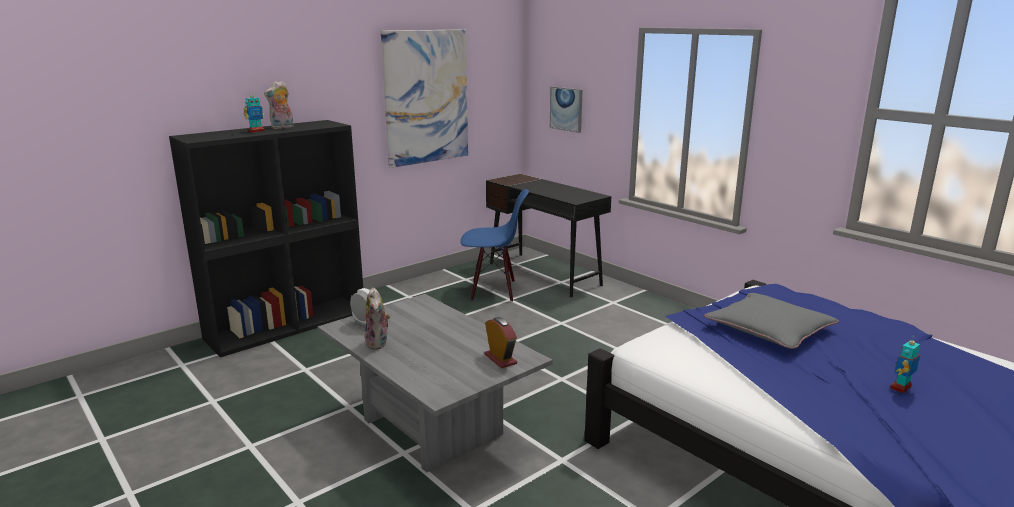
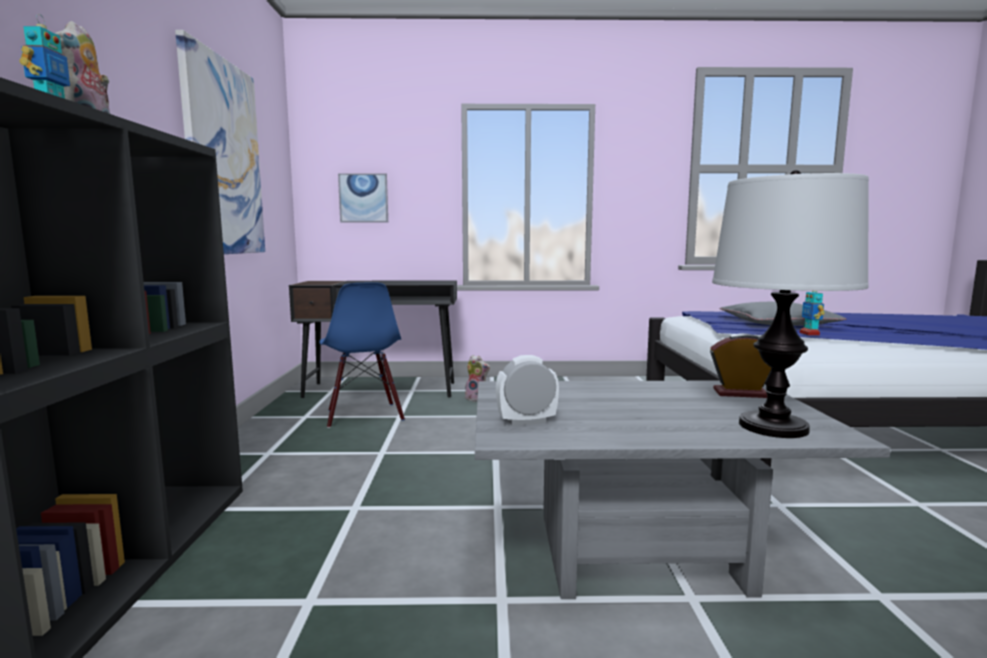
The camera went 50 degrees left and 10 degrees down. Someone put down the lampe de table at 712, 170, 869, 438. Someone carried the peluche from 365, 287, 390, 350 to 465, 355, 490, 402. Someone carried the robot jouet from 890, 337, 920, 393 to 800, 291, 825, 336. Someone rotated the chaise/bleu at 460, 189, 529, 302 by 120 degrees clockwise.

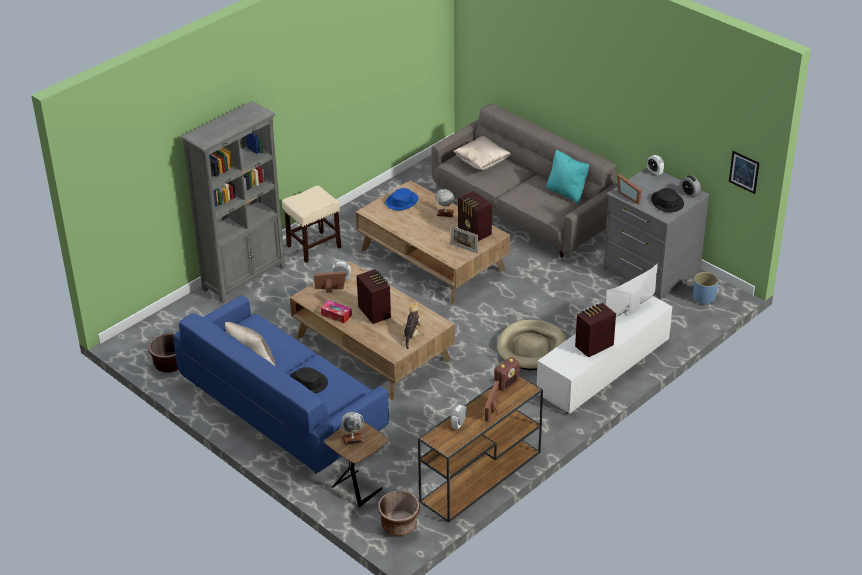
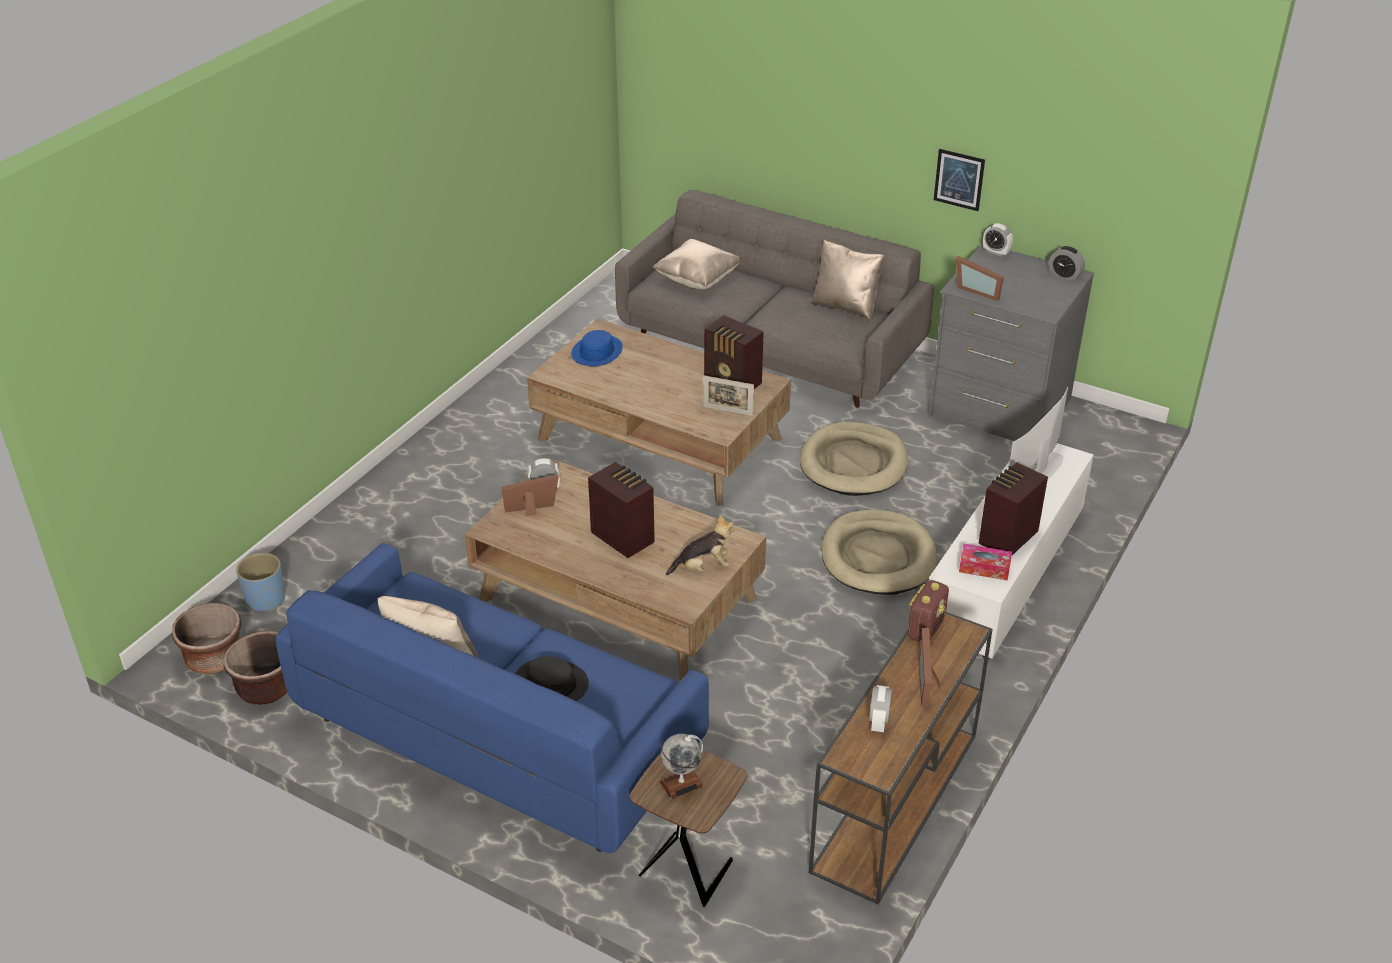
The camera went 15 degrees left and 0 degrees up. Someone took away the bibliothèque/gris at 180, 101, 286, 303. Someone took away the tabouret/beige at 282, 185, 341, 263. Someone took away the globe at 435, 189, 454, 217. Someone took away the chapeau/noir at 651, 188, 684, 212. Someone put down the panier pour chien/beige at 800, 422, 908, 496. Someone carried the boîte à mouchoirs from 321, 300, 352, 323 to 959, 544, 1012, 581. Someone carried the cache-pot/marron from 378, 491, 420, 536 to 172, 603, 242, 674. Someone carried the cache-pot/bleu from 693, 272, 719, 305 to 236, 553, 285, 611. Someone carried the tableau from 729, 151, 760, 194 to 934, 149, 985, 211. Someone repainted the coussin/turquoise at 546, 149, 589, 204, which became the coussin/beige at 811, 240, 885, 321. Someone rotated the peluche at 403, 301, 423, 349 by 75 degrees clockwise.

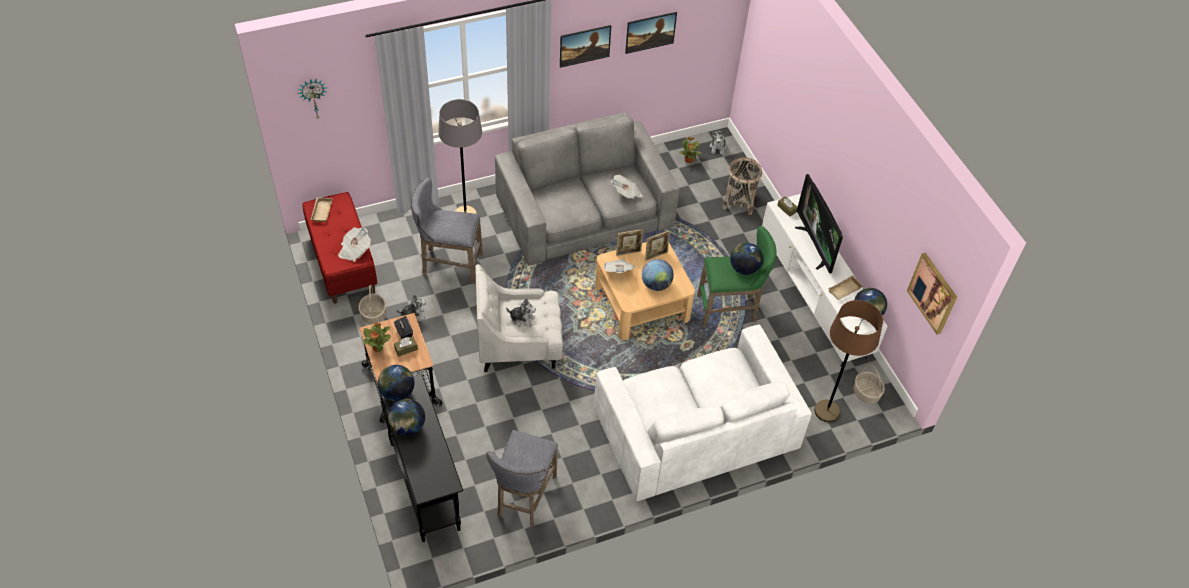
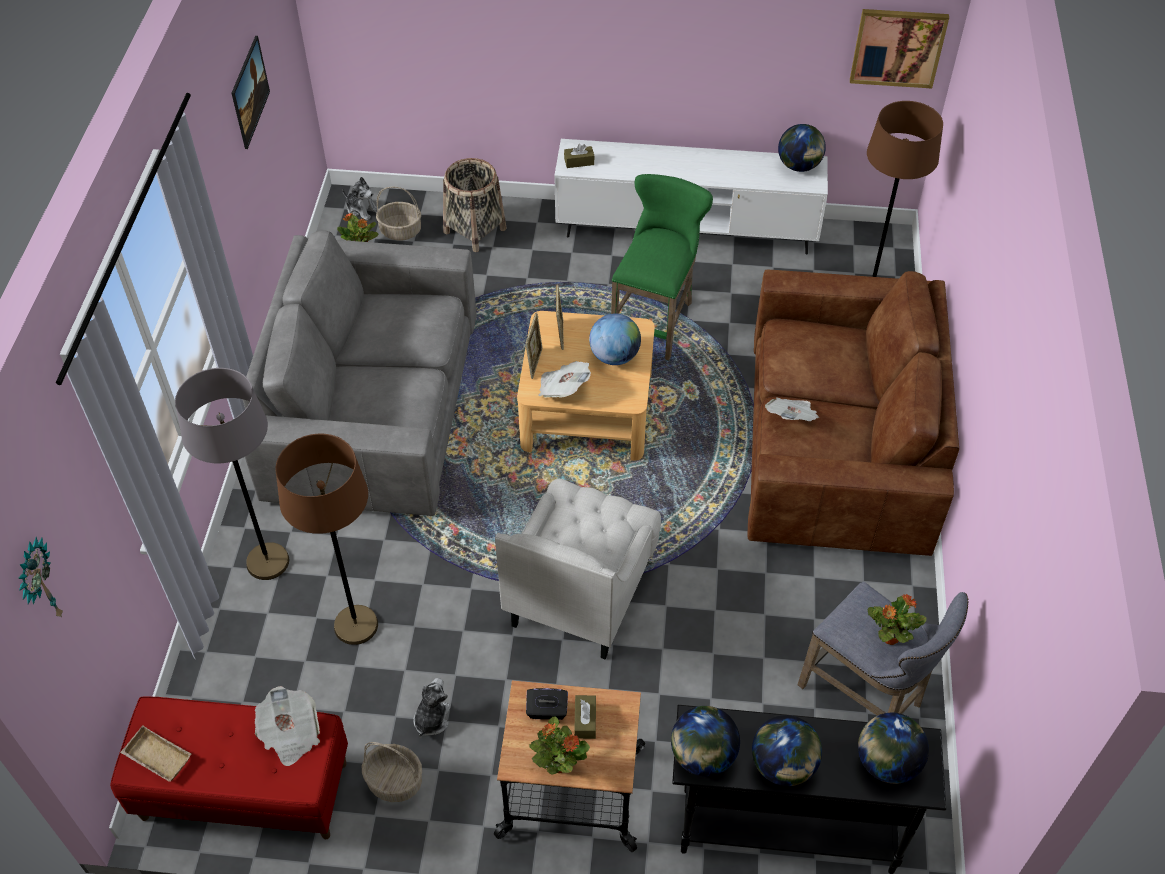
The camera went 60 degrees left and 0 degrees up. Someone took away the peluche at 506, 299, 536, 327. Someone took away the tableau at 560, 25, 611, 68. Someone took away the téléviseur at 795, 174, 843, 273. Someone took away the plateau/beige at 828, 275, 864, 300. Someone put down the plante en pot at 868, 594, 927, 645. Someone carried the journal from 611, 175, 642, 199 to 765, 397, 819, 421. Someone carried the globe from 730, 242, 763, 275 to 858, 713, 929, 784. Someone carried the panier from 854, 364, 885, 404 to 376, 186, 421, 241. Someone swapped the tabouret/gris at 411, 178, 483, 284 for the lampadaire/marron at 276, 434, 378, 645. Someone repainted the canapé/blanc at 594, 325, 812, 501, which became the canapé/marron at 748, 270, 959, 556.

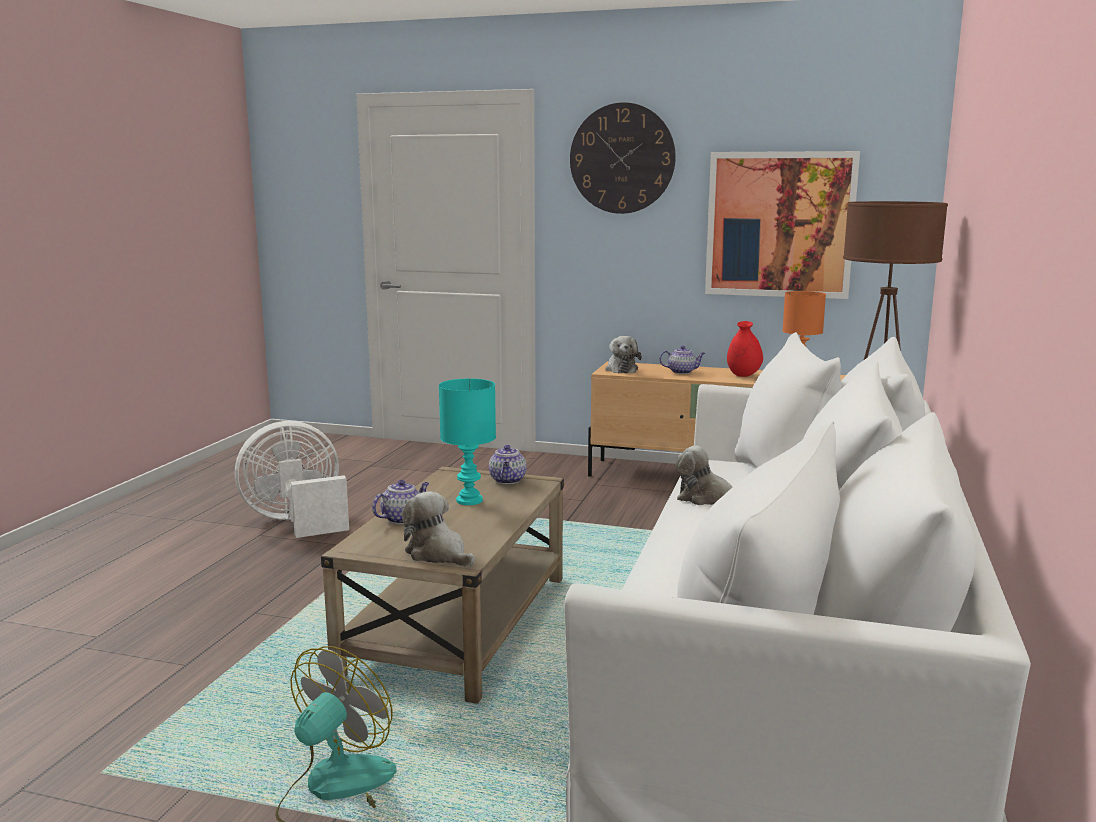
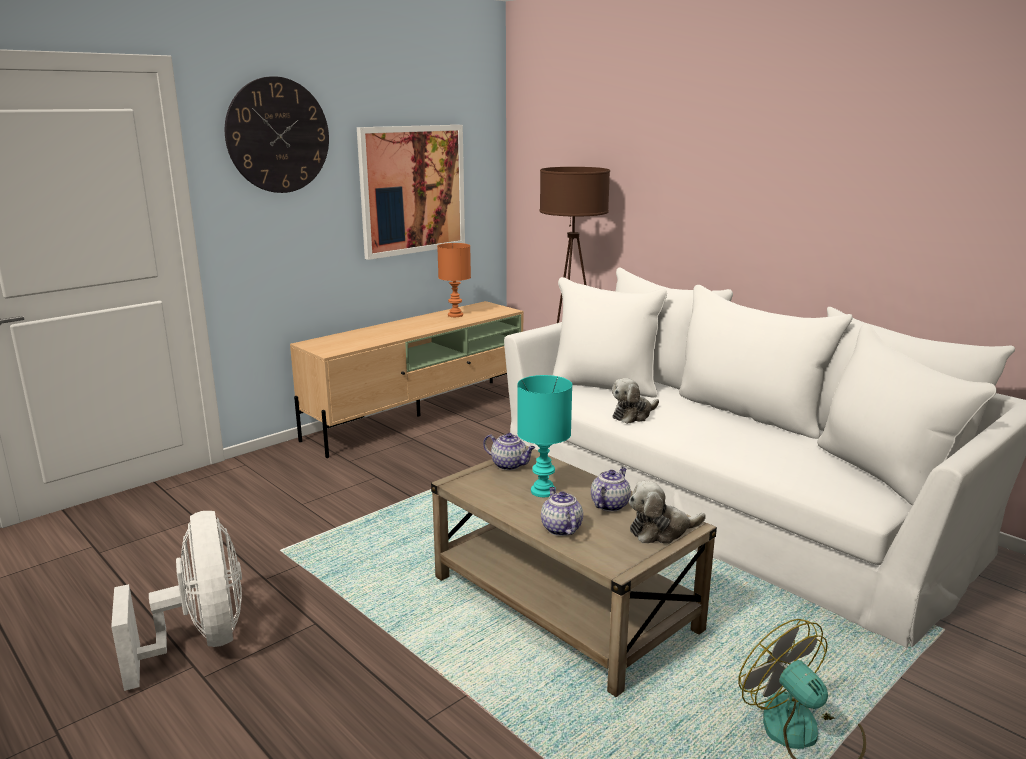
The camera went 60 degrees left and 5 degrees up. Someone took away the peluche at 605, 336, 642, 373. Someone took away the vase/rouge at 727, 321, 763, 377. Someone carried the théière from 659, 346, 705, 374 to 591, 467, 631, 512. Someone rotated the ventilateur/blanc at 235, 421, 349, 538 by 150 degrees clockwise.

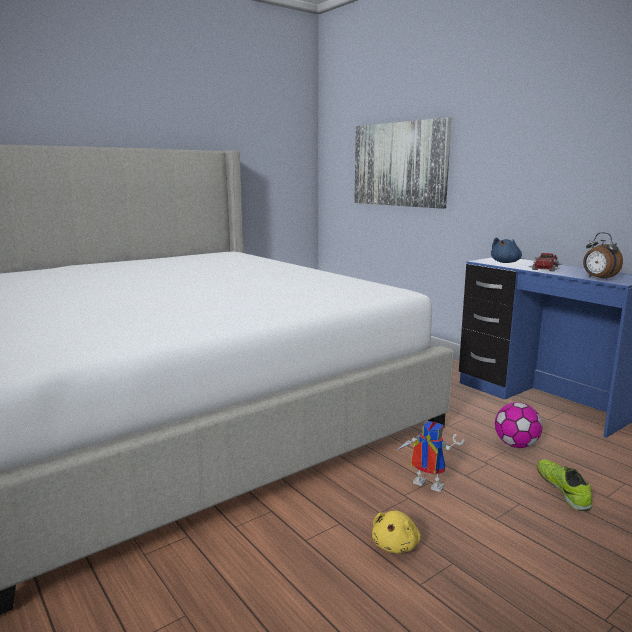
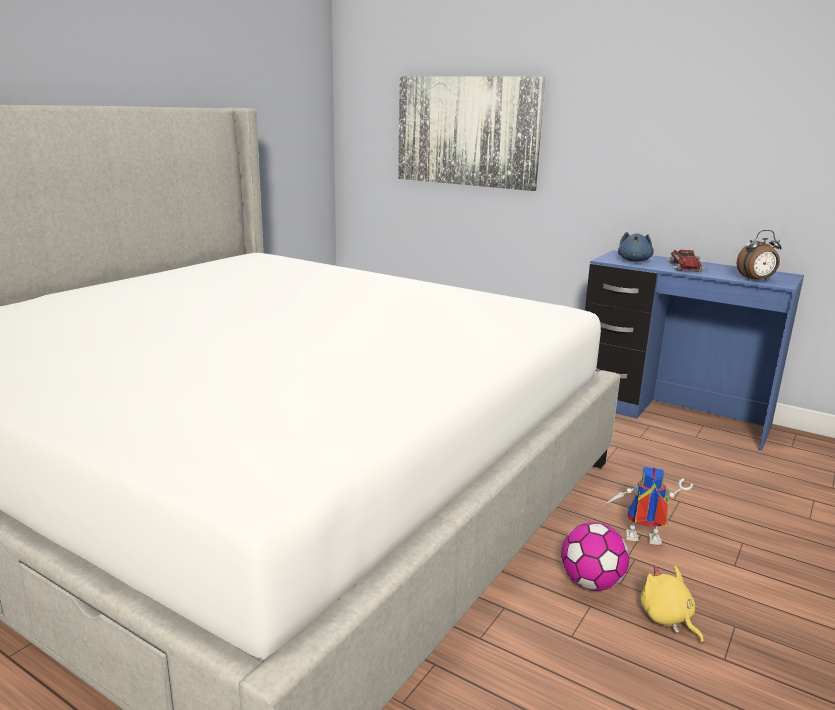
The camera went 20 degrees left and 5 degrees up. Someone took away the chaussure at 537, 459, 592, 511. Someone carried the ballon de foot from 495, 402, 543, 448 to 561, 522, 629, 591. Someone rotated the peluche/jaune at 372, 511, 421, 553 by 150 degrees clockwise. Someone rotated the réveil at 583, 232, 623, 280 by 45 degrees counterclockwise.

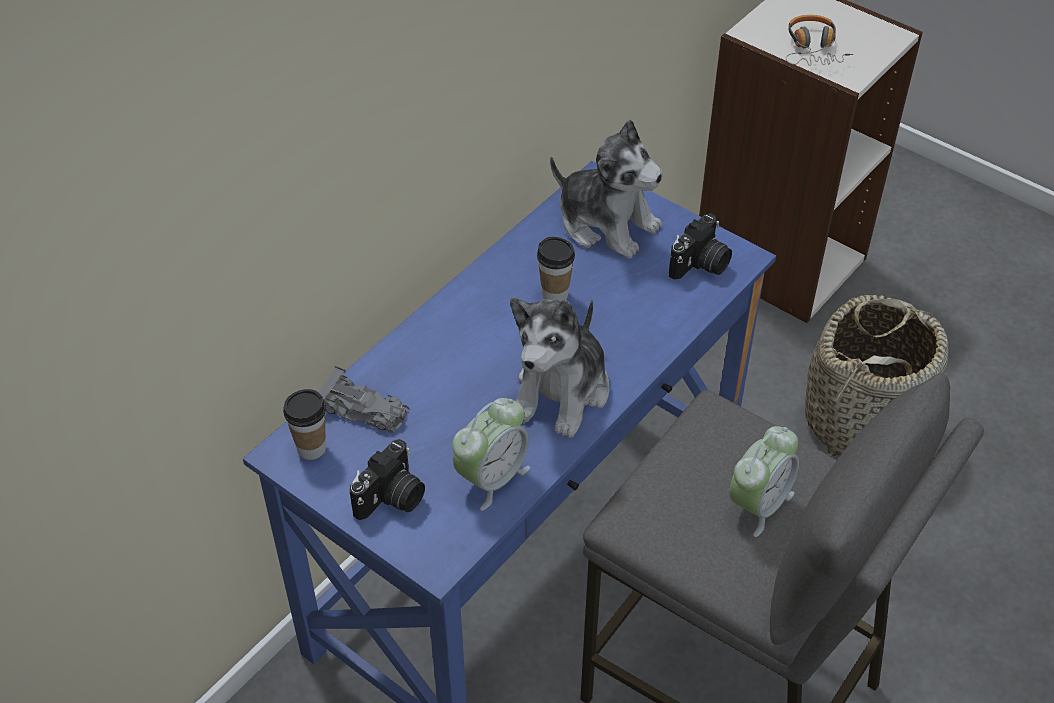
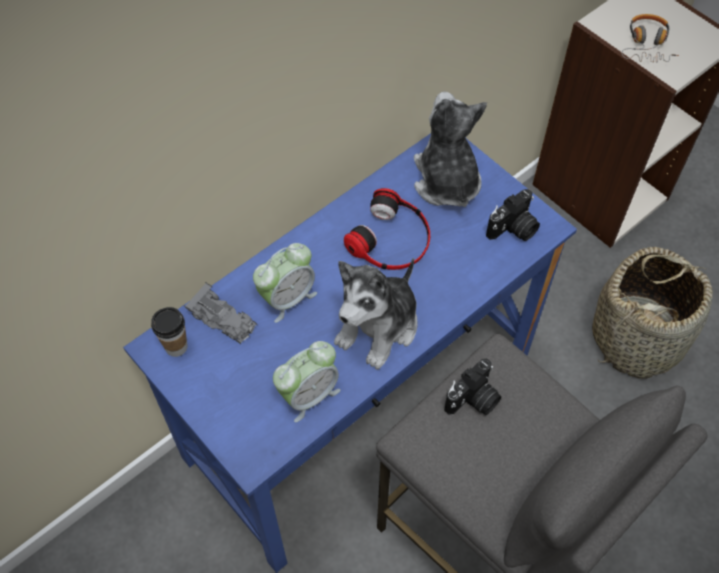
The camera went 10 degrees right and 10 degrees up. Someone carried the appareil photo from 350, 439, 425, 520 to 444, 358, 501, 415. Someone carried the réveil from 729, 426, 799, 537 to 253, 243, 317, 323. Someone swapped the tasse at 537, 237, 575, 302 for the casque audio at 344, 188, 430, 270. Someone rotated the peluche at 550, 119, 663, 259 by 150 degrees counterclockwise.

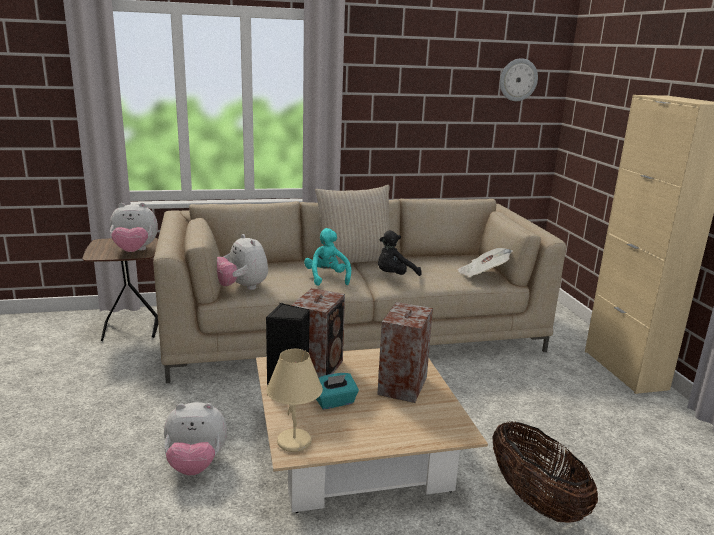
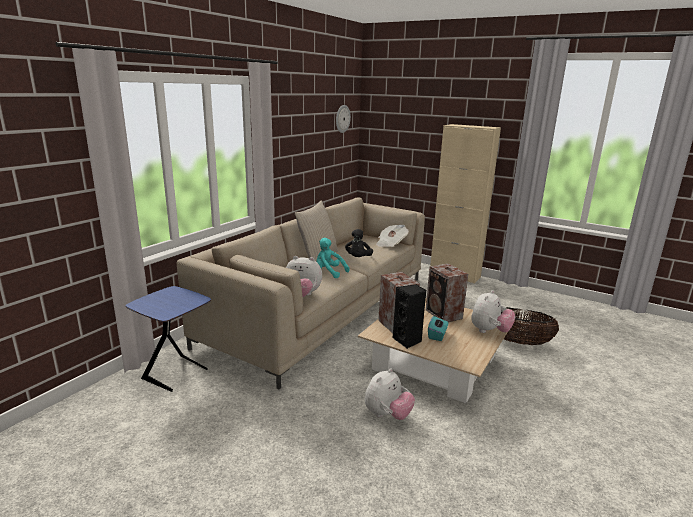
The camera went 45 degrees left and 0 degrees up. Someone took away the lampe de table/beige at 266, 349, 323, 452. Someone carried the peluche from 110, 203, 158, 252 to 471, 290, 516, 333. Someone repainted the table d'appoint/marron at 82, 238, 158, 341, which became the table d'appoint/bleu at 126, 286, 211, 392.

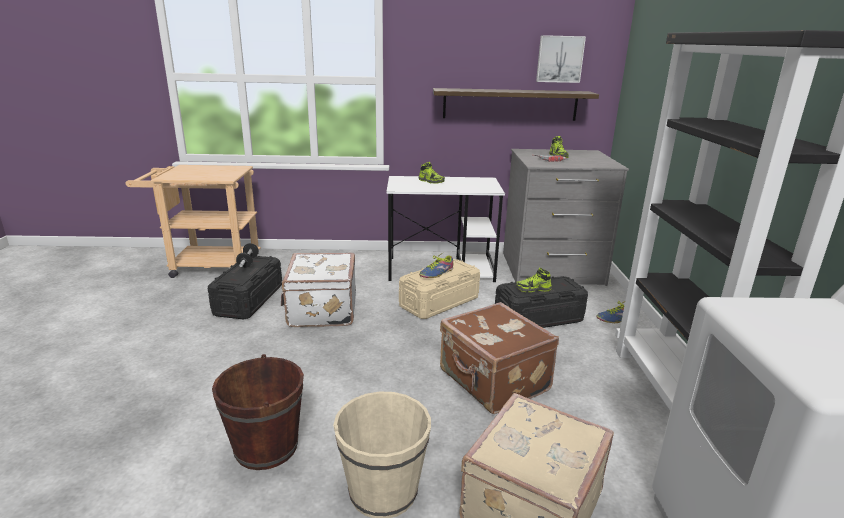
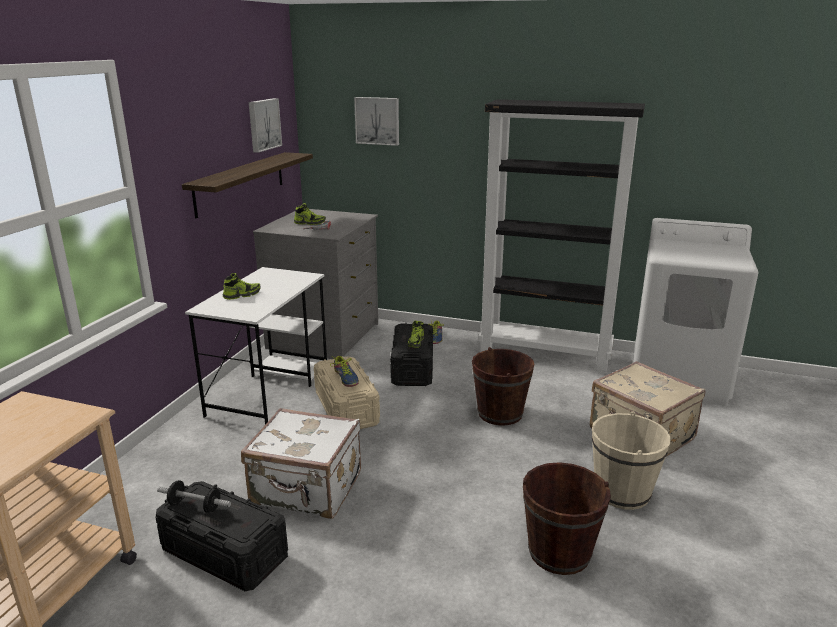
The camera went 70 degrees left and 0 degrees up. Someone put up the tableau at 354, 97, 399, 146. Someone swapped the valise/marron at 440, 302, 559, 414 for the seau/marron at 472, 347, 535, 426.

